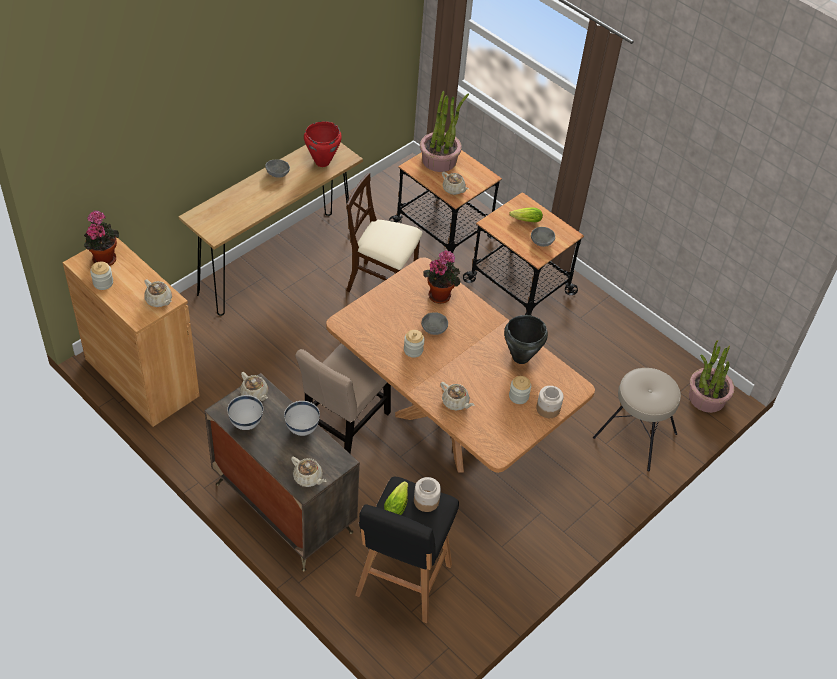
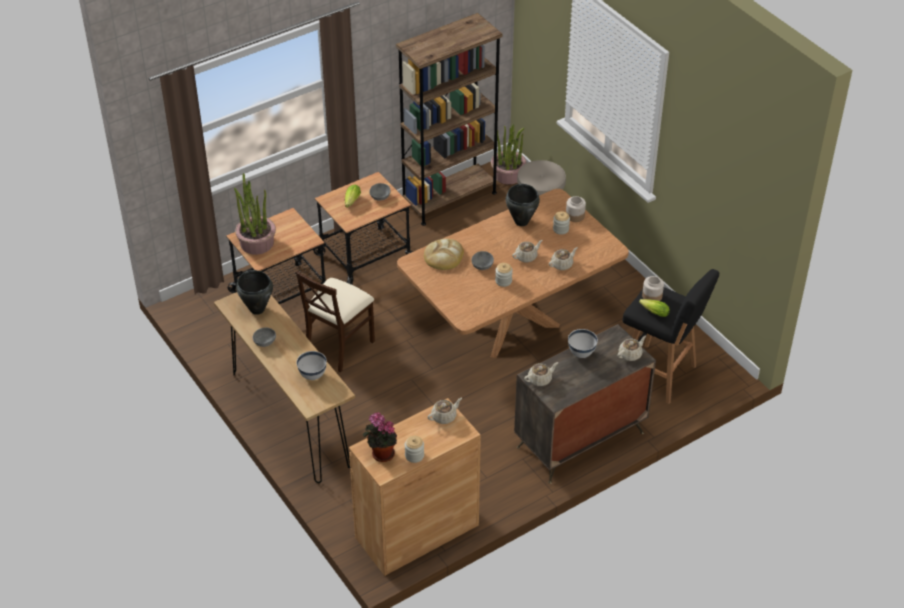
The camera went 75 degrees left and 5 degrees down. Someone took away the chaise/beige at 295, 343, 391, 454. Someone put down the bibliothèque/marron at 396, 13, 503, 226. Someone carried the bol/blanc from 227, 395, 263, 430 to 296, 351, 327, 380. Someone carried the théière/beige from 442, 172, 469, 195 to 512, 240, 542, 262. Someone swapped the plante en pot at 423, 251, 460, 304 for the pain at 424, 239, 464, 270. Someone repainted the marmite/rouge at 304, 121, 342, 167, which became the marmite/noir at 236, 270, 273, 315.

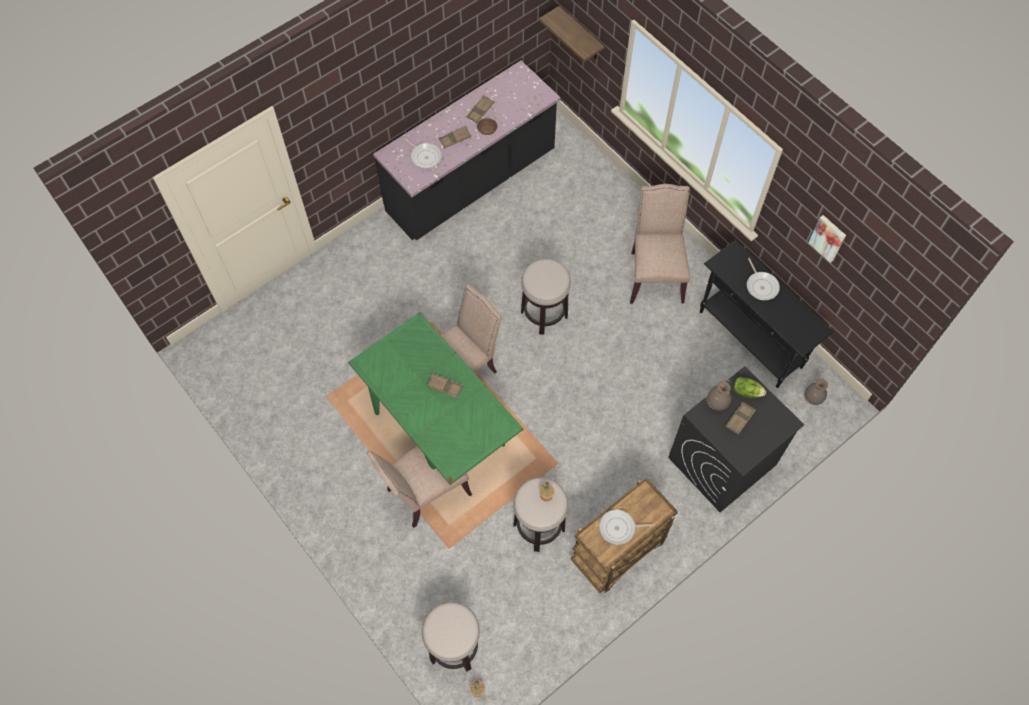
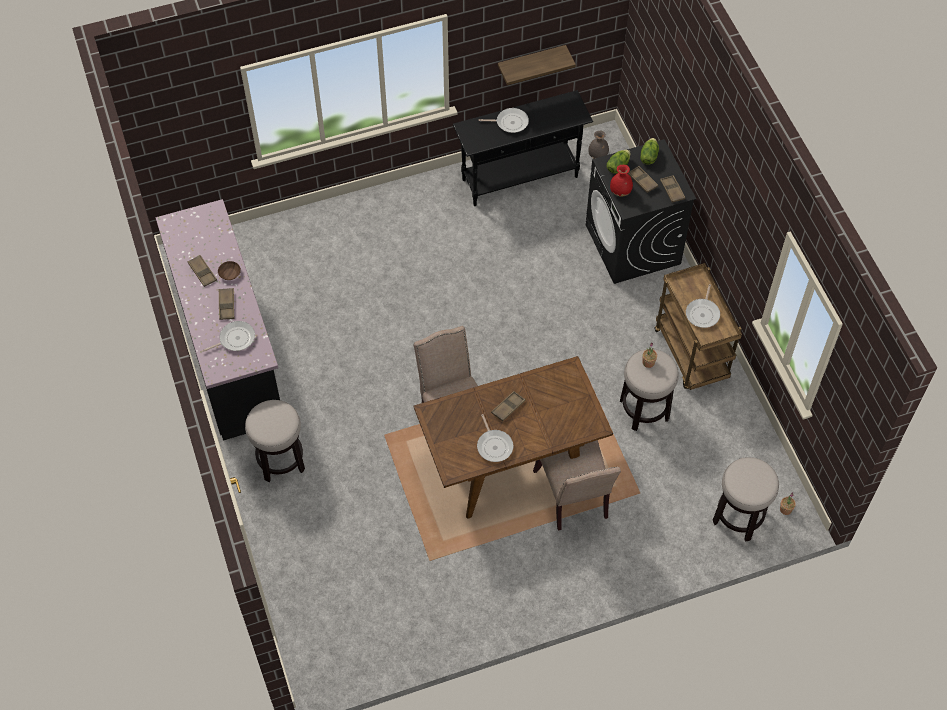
The camera went 70 degrees left and 5 degrees down. Someone took away the chaise/beige at 630, 184, 690, 304. Someone took away the tableau at 808, 215, 846, 263. Someone put down the poêle at 477, 414, 513, 462. Someone put down the laitue at 640, 138, 659, 165. Someone put down the plateau/marron at 660, 175, 685, 203. Someone carried the tabouret from 521, 259, 571, 335 to 245, 400, 305, 482. Someone carried the étagère from 539, 6, 605, 62 to 498, 45, 576, 85. Someone repainted the table à manger/vert at 348, 312, 523, 485, which became the table à manger/marron at 414, 356, 613, 519. Someone repainted the vase/gris at 707, 381, 732, 411, which became the vase/rouge at 610, 165, 633, 196.

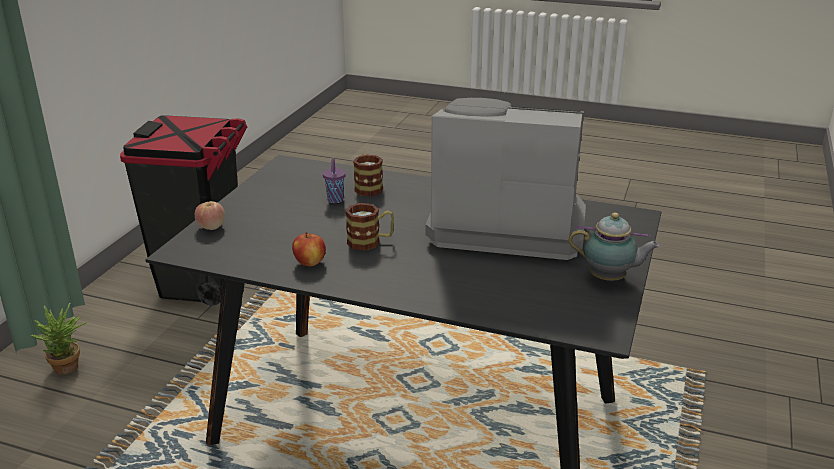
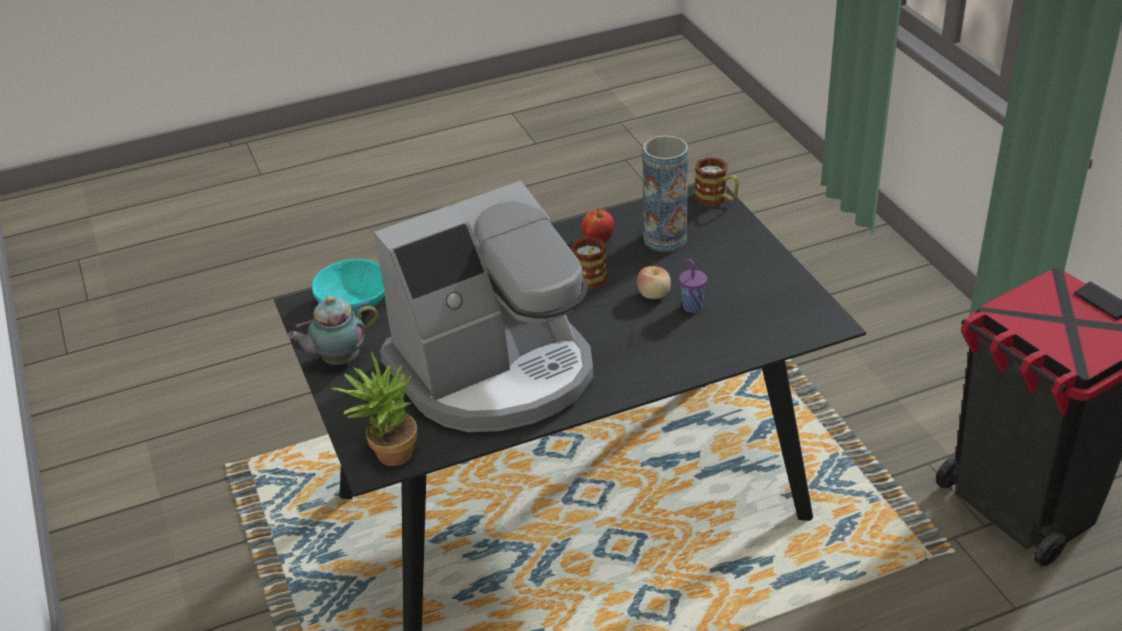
The camera went 140 degrees right and 10 degrees up. Someone put down the bol/turquoise at 312, 259, 385, 312. Someone put down the vase at 643, 135, 688, 252. Someone carried the plante en pot from 31, 303, 87, 375 to 331, 351, 417, 466. Someone carried the pomme from 195, 201, 225, 230 to 637, 266, 671, 299. Someone carried the mug from 353, 153, 383, 196 to 694, 157, 739, 206.

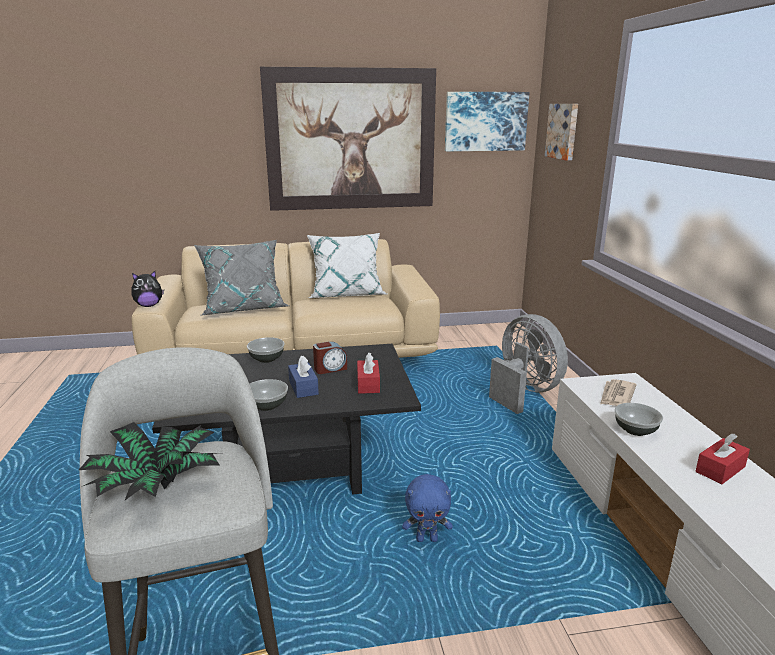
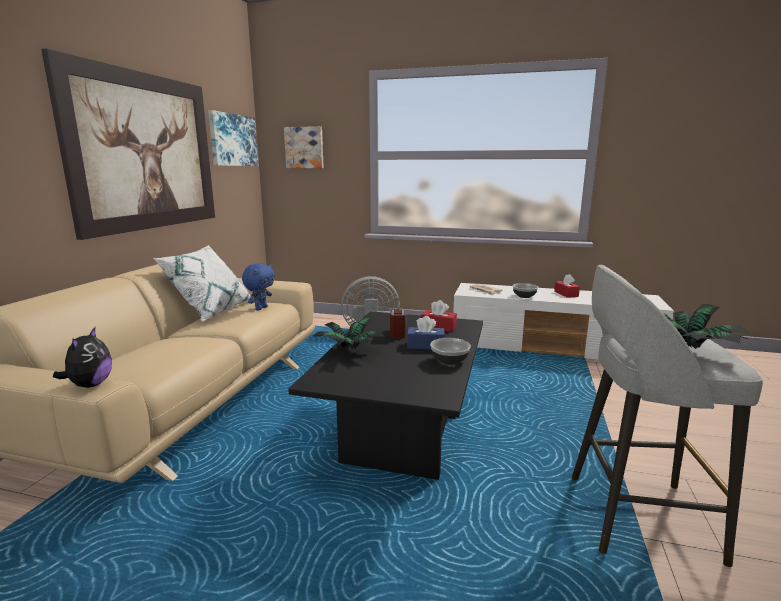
The camera went 65 degrees left and 5 degrees down. Someone took away the coussin/gris at 194, 240, 289, 315. Someone carried the peluche/bleu from 402, 474, 453, 542 to 242, 263, 275, 310. Someone swapped the bol at 247, 337, 285, 363 for the plante en pot at 313, 316, 384, 350.

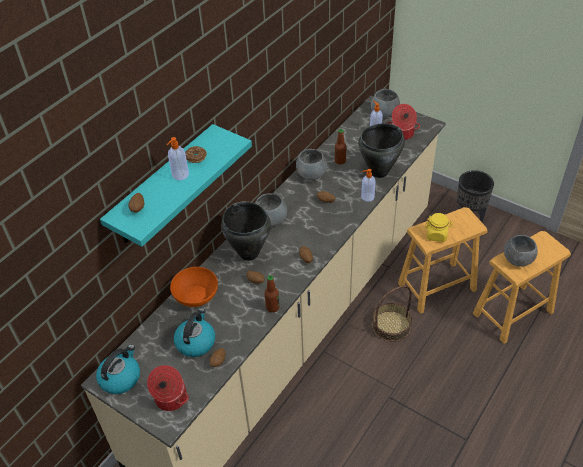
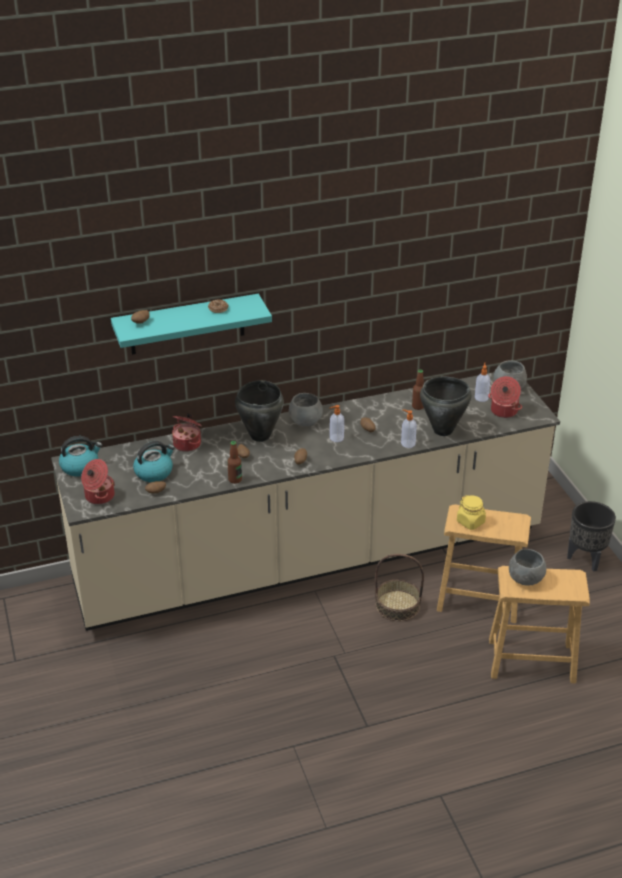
The camera went 35 degrees right and 10 degrees down. Someone took away the bol/gris at 296, 149, 327, 180. Someone carried the distributeur de savon from 167, 137, 189, 181 to 329, 405, 344, 442. Someone swapped the bol/orange at 170, 267, 218, 307 for the marmite at 172, 413, 202, 452.

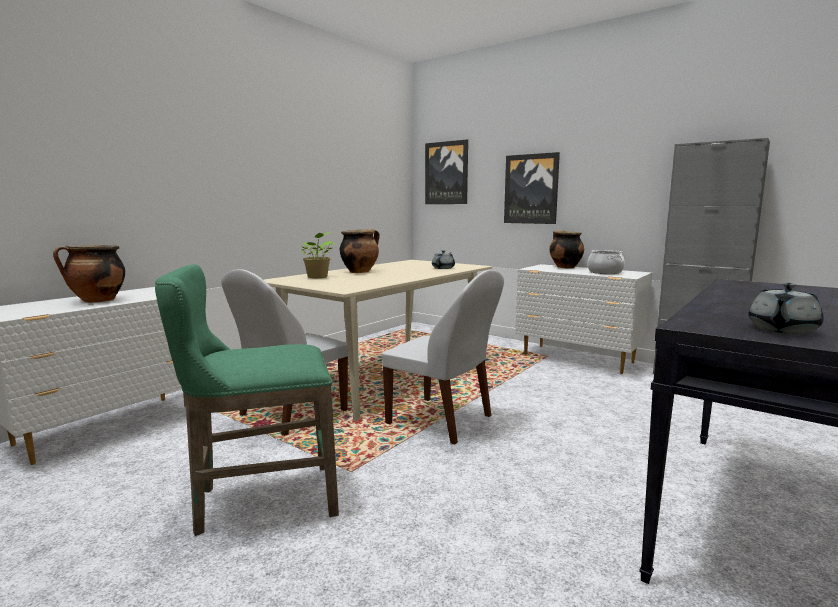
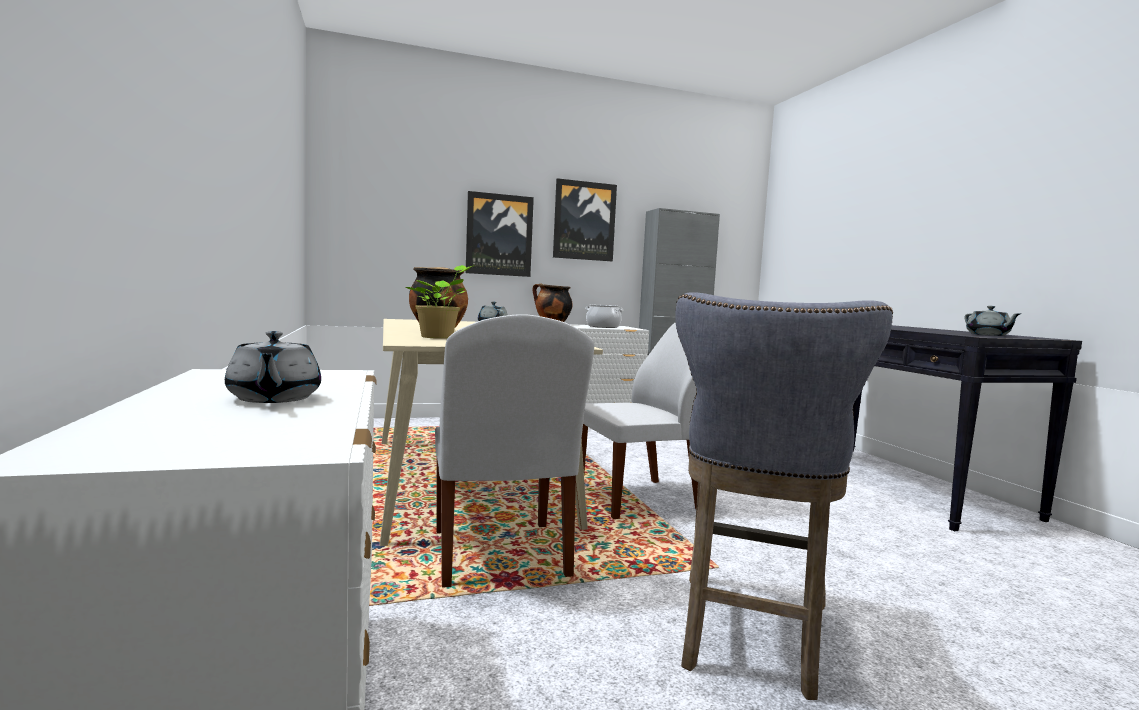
The camera went 55 degrees left and 5 degrees down. Someone carried the tableau from 425, 139, 468, 204 to 553, 178, 617, 261. Someone swapped the marmite at 53, 245, 125, 303 for the théière/gris at 225, 331, 321, 403. Someone repainted the tabouret/vert at 155, 264, 339, 536, which became the tabouret/gris at 675, 292, 893, 700.

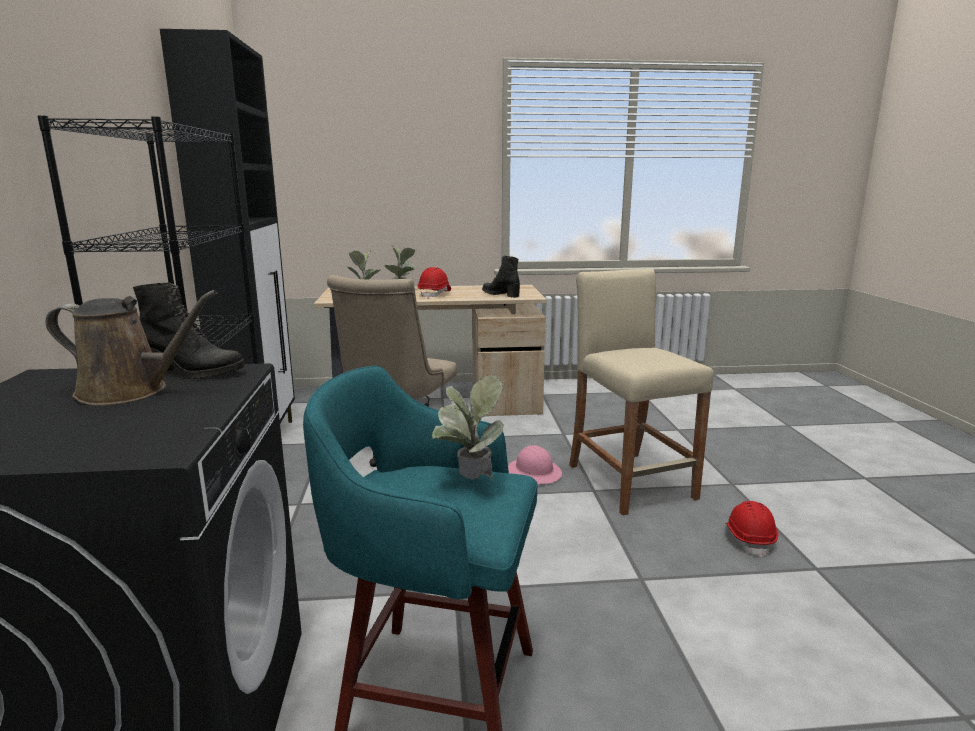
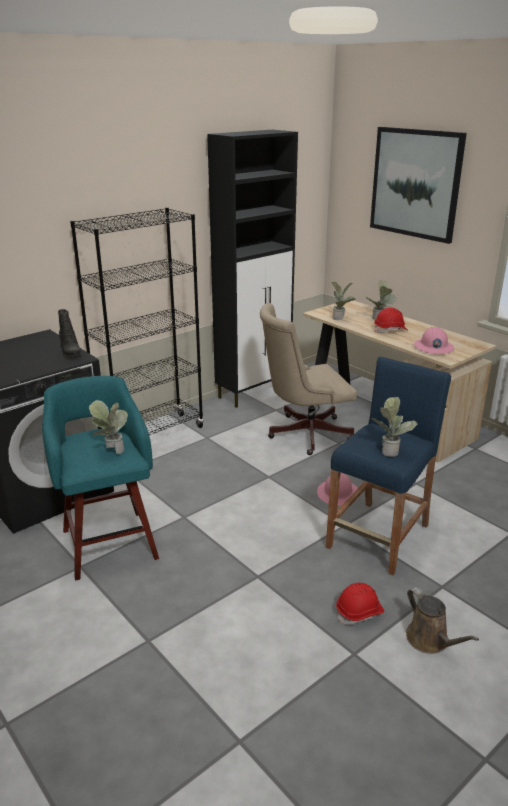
The camera went 55 degrees right and 10 degrees up. Someone put up the tableau at 370, 127, 467, 244. Someone put down the plante en pot at 372, 397, 418, 457. Someone carried the arrosoir/marron from 46, 290, 218, 406 to 406, 587, 479, 654. Someone swapped the botte/noir at 482, 256, 520, 298 for the casque de chantier/rose at 414, 327, 454, 354. Someone repainted the tabouret/beige at 569, 268, 714, 515, which became the tabouret/bleu at 326, 357, 451, 576.

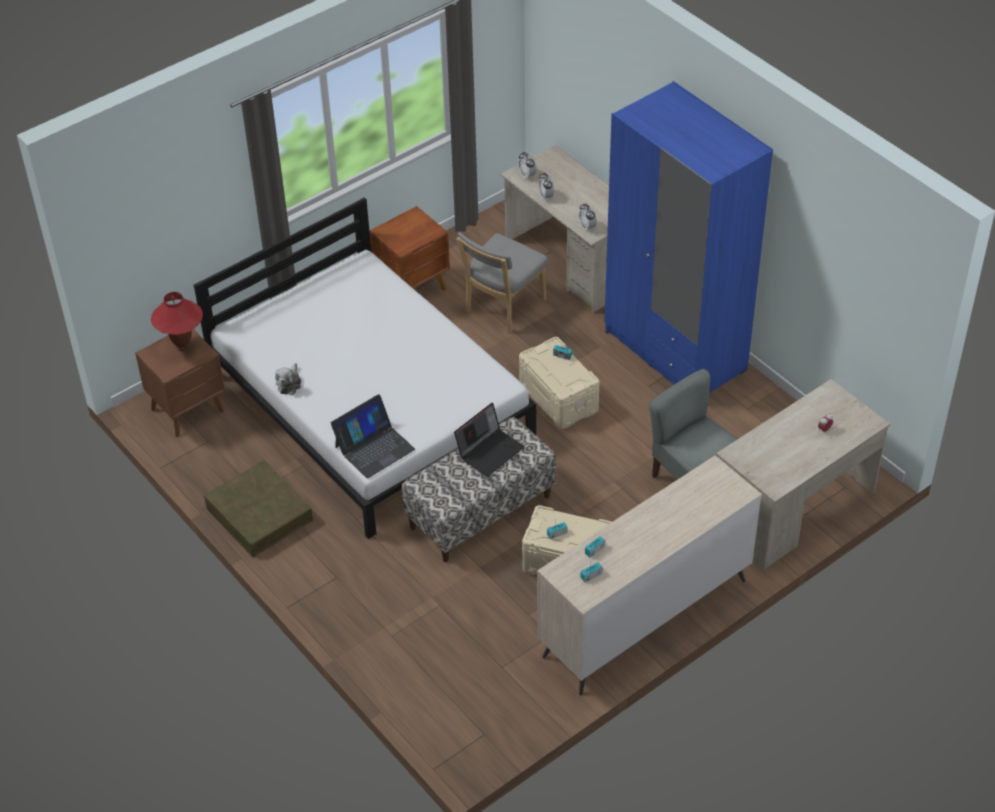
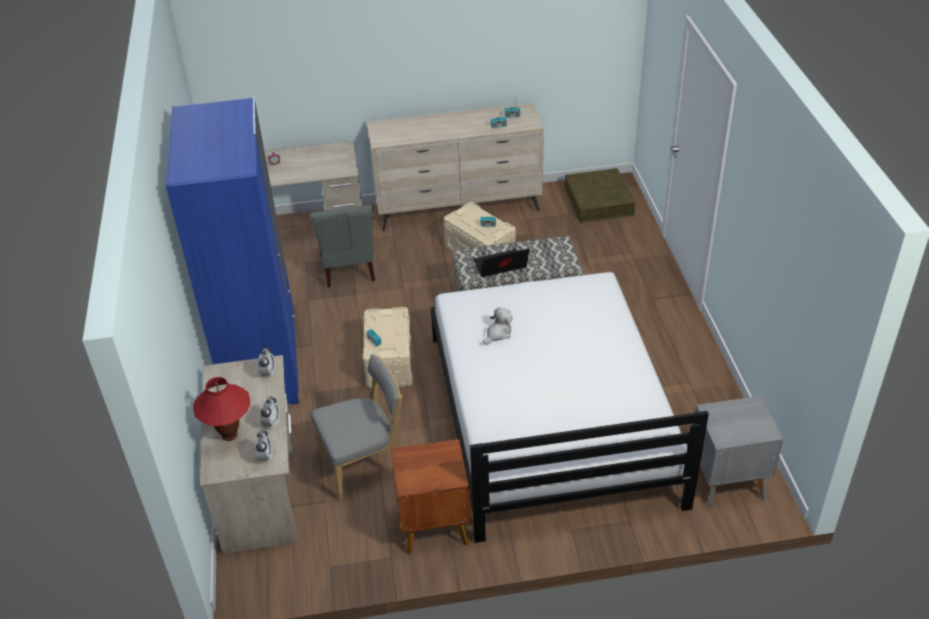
The camera went 150 degrees left and 5 degrees down. Someone took away the ordinateur portable at 331, 394, 415, 478. Someone carried the lampe de table/rouge from 151, 292, 203, 351 to 193, 377, 250, 441. Someone carried the boîte de rangement/marron from 204, 460, 313, 557 to 565, 168, 635, 223. Someone carried the peluche from 275, 363, 301, 395 to 483, 307, 513, 345. Someone repainted the table de chevet/marron at 135, 329, 225, 437, which became the table de chevet/gris at 693, 396, 783, 508.

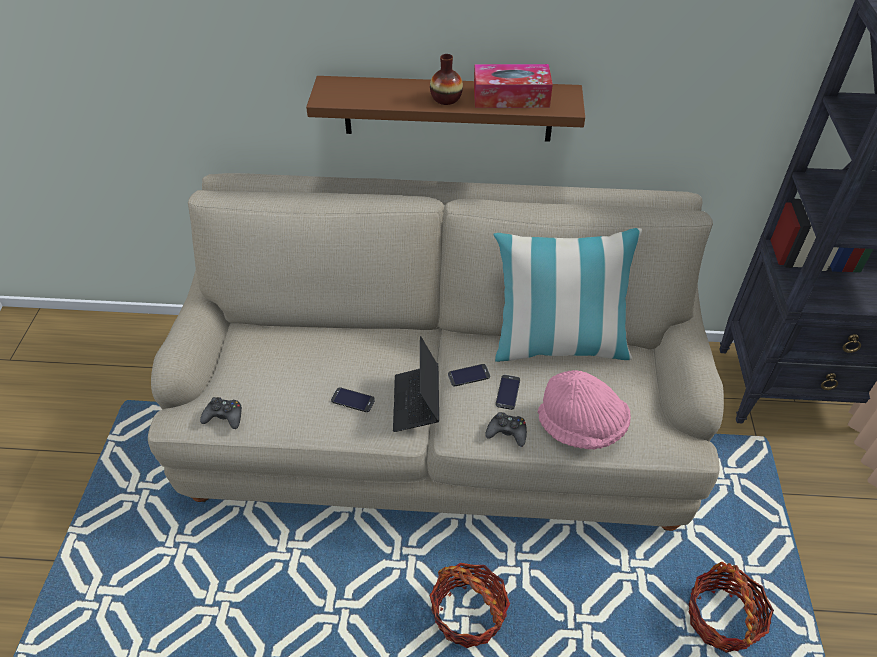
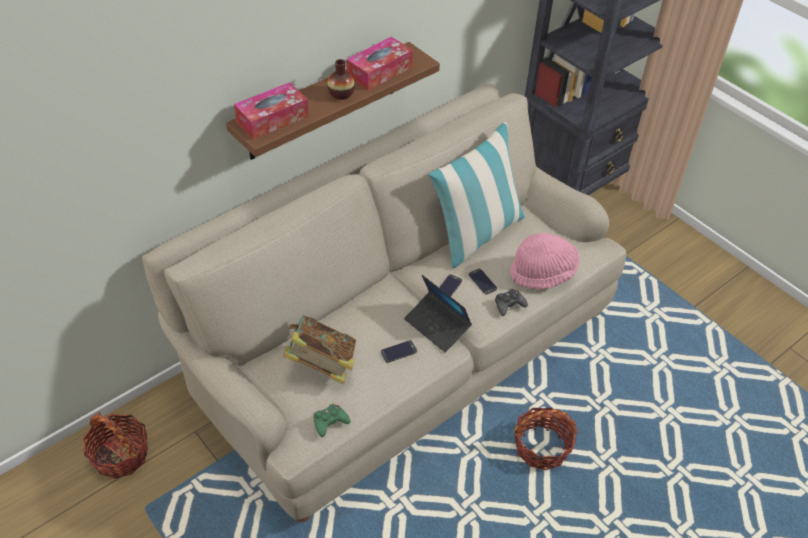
The camera went 45 degrees left and 0 degrees up. Someone put down the boîte à mouchoirs at 234, 82, 309, 140. Someone put down the livre at 283, 315, 356, 384. Someone carried the panier from 689, 562, 774, 653 to 83, 412, 148, 479. Someone repainted the manette/noir at 200, 397, 242, 429, which became the manette/vert at 314, 404, 351, 437.

